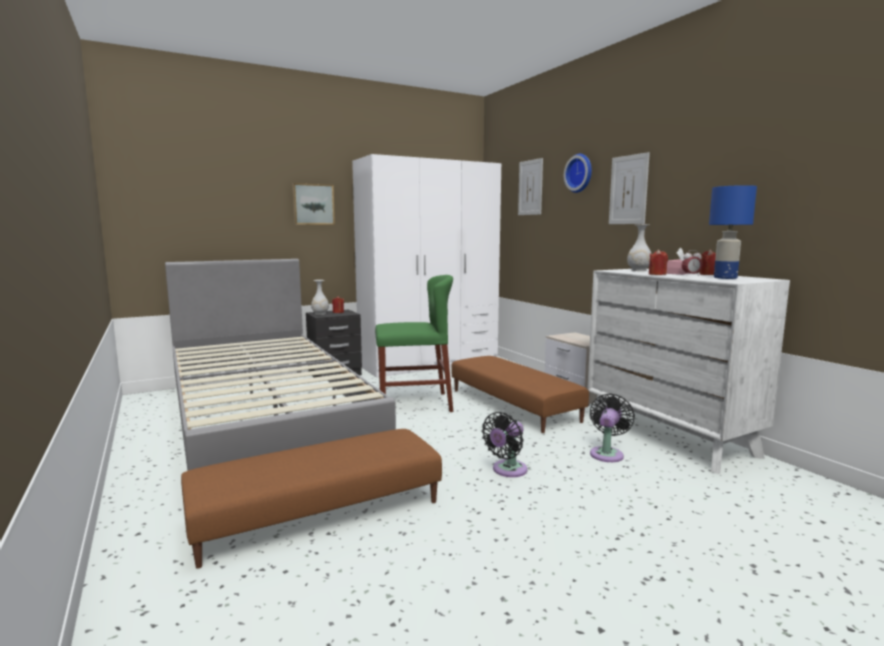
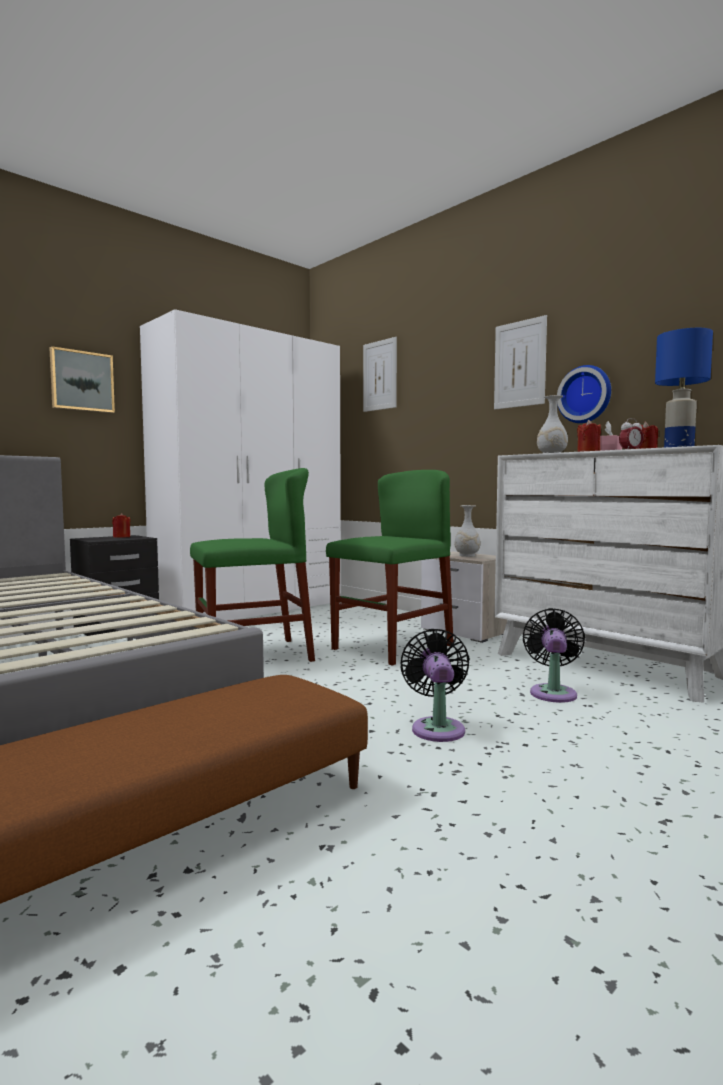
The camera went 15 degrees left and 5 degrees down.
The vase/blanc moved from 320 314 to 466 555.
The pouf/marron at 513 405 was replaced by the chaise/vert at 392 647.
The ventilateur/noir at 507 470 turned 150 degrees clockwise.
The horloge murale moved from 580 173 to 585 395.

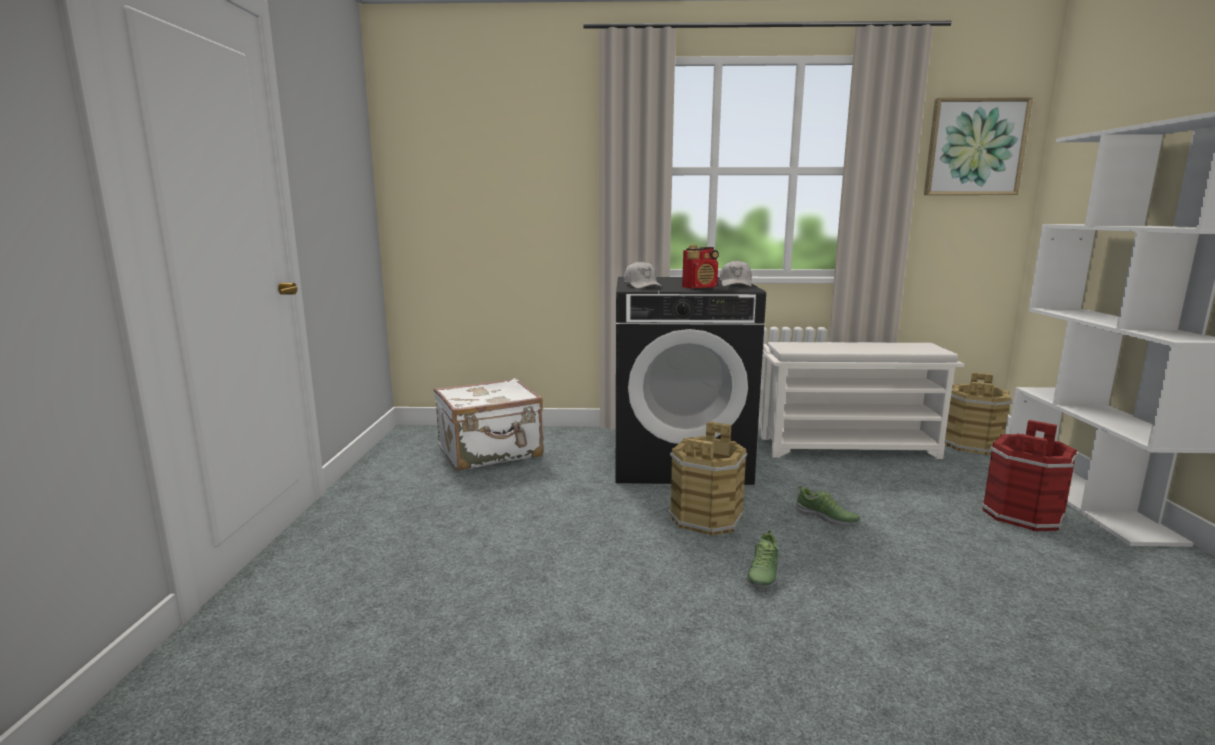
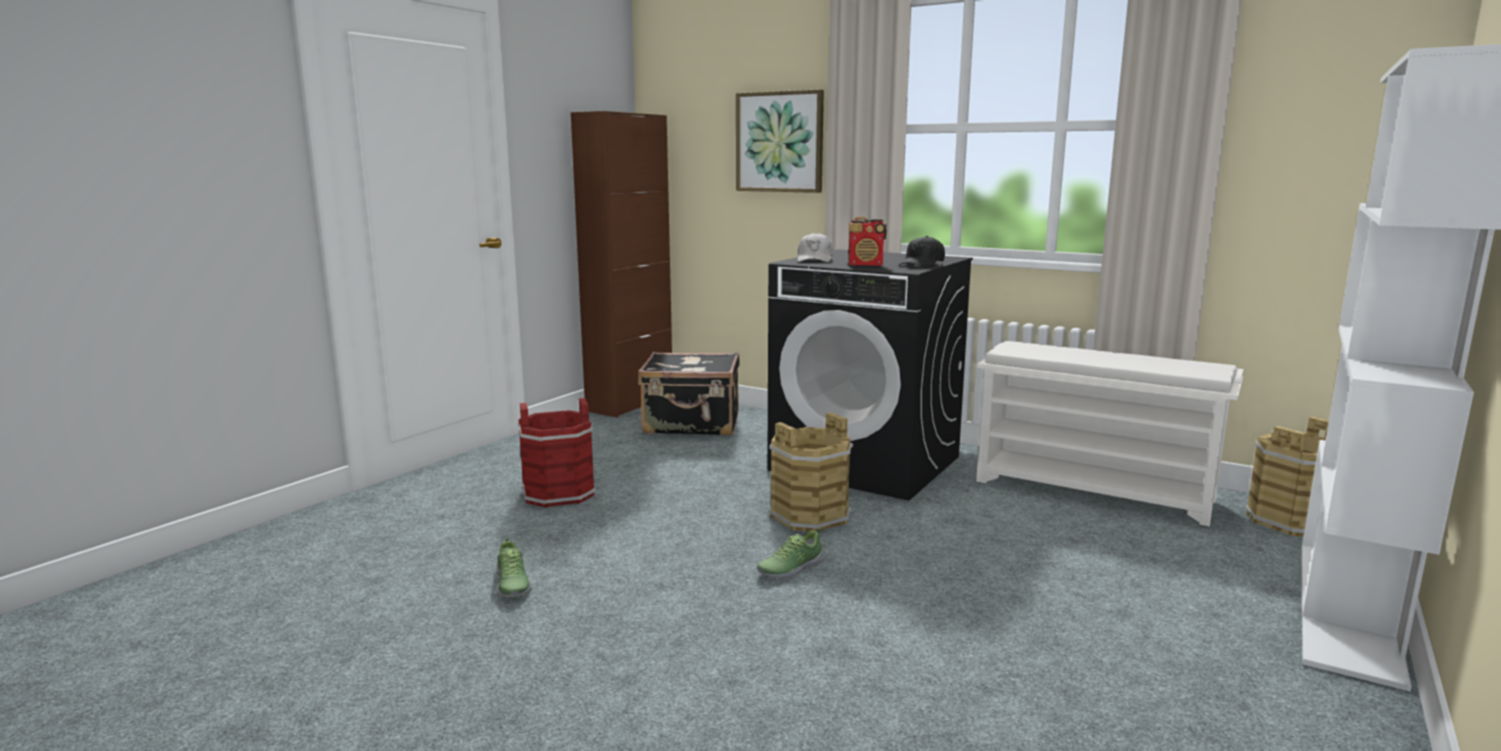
The camera went 30 degrees right and 0 degrees up.
The valise/blanc at 491 452 became the valise/noir at 692 424.
The casquette/blanc at 736 284 became the casquette/noir at 922 264.
The chaussure moved from 826 517 to 512 584.
The tableau moved from 975 147 to 780 142.
The seau/rouge moved from 1023 514 to 559 493.
The meuble de rangement/marron at 630 403 appeared.

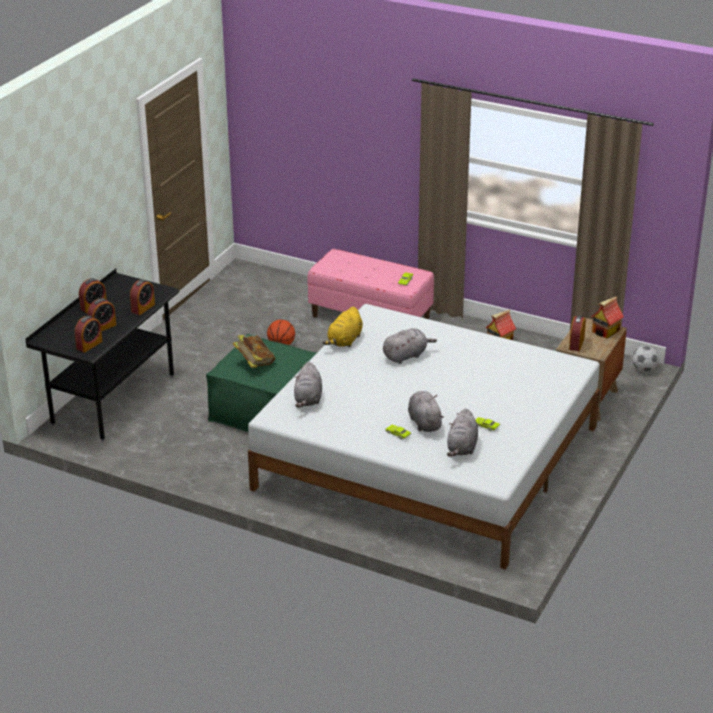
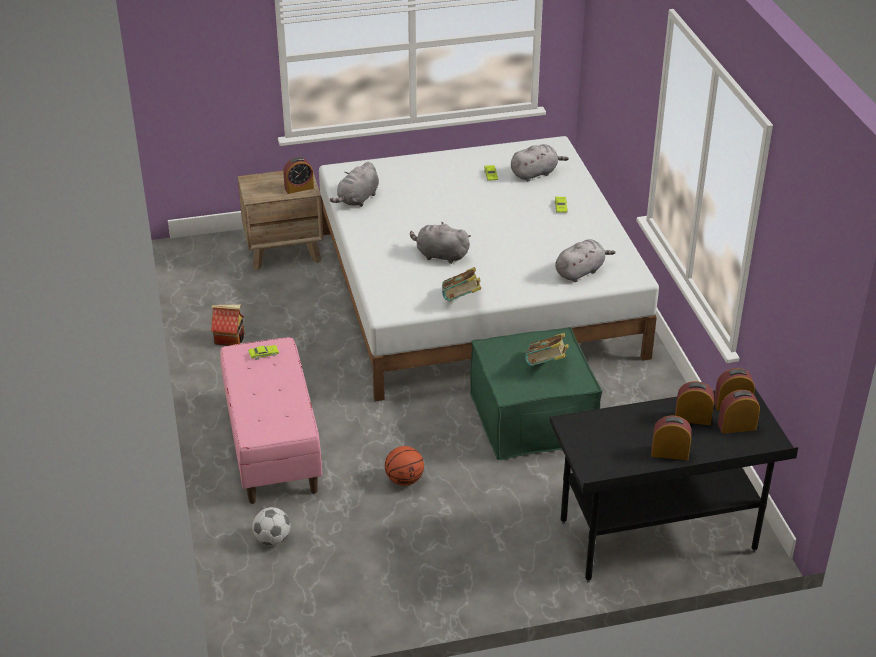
The camera went 130 degrees left and 5 degrees up.
The réveil moved from 143 308 to 737 426.
The peluche/jaune at 344 341 was replaced by the livre at 461 300.
The peluche/gris moved from 424 422 to 357 199.
The maison miniature at 605 331 disappeared.
The ballon de foot moved from 644 369 to 272 539.

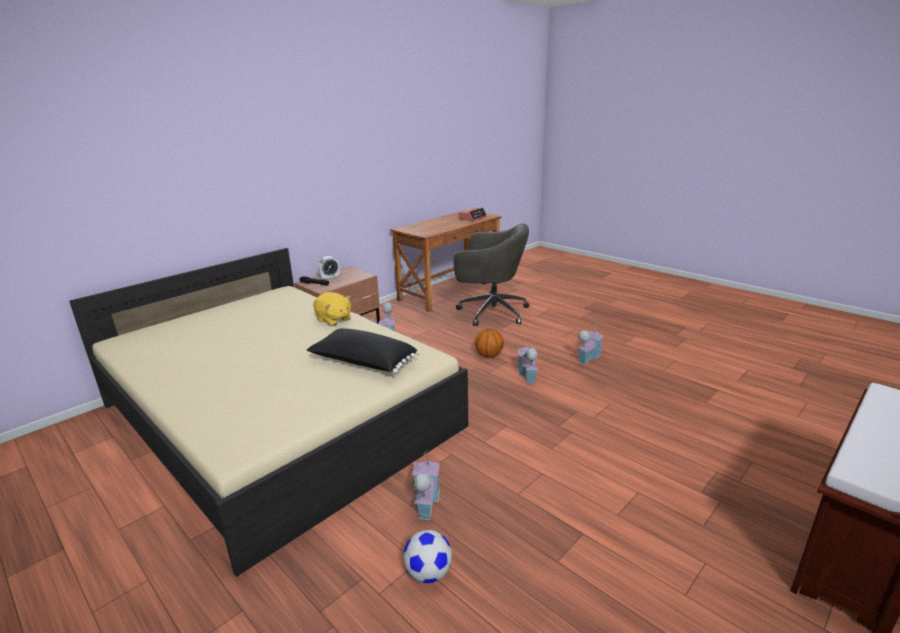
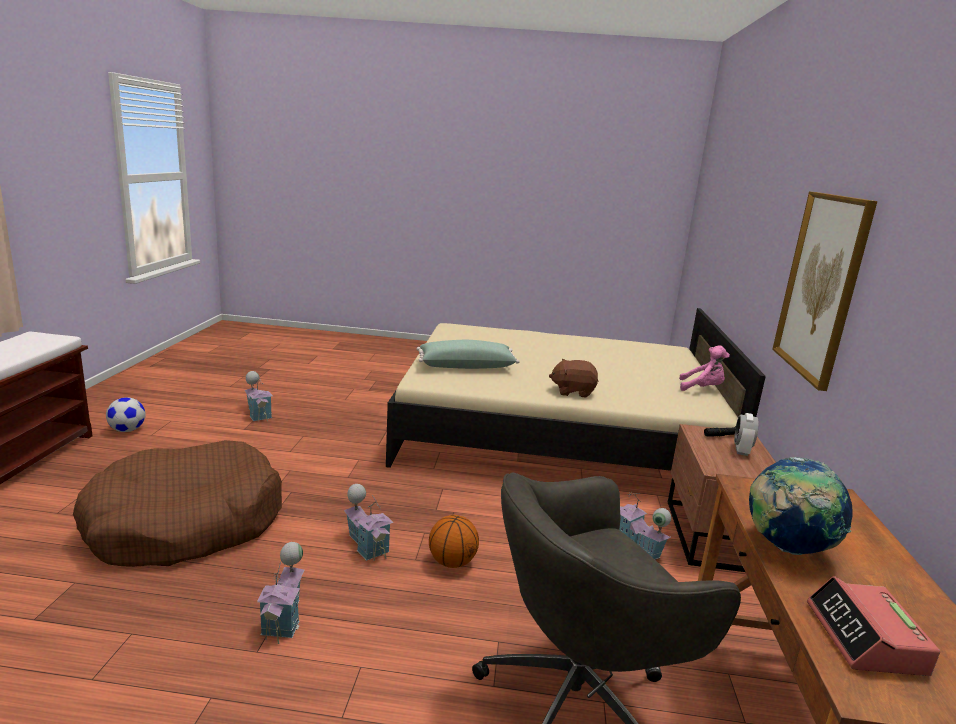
The camera went 140 degrees right and 5 degrees down.
The coussin/noir at 363 363 became the coussin/vert at 466 366.
The peluche/jaune at 333 320 became the peluche/marron at 573 391.
The ballon de foot moved from 428 573 to 127 430.
The maison miniature moved from 425 502 to 258 414.
The panier pour chien/marron at 185 523 appeared.
The peluche/rose at 702 389 appeared.
The globe at 786 548 appeared.
The tableau at 821 286 appeared.

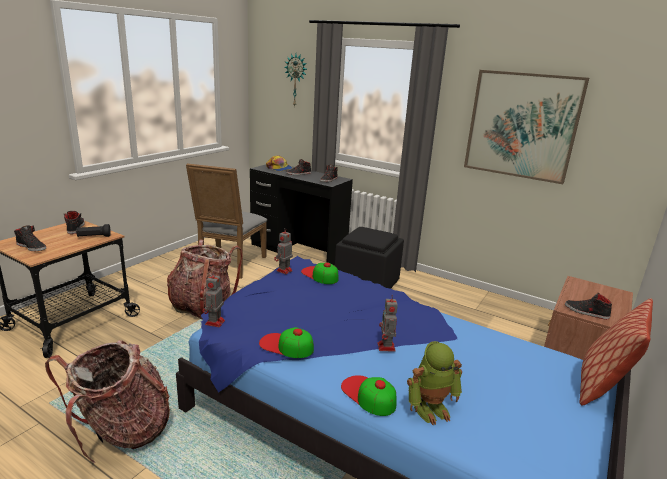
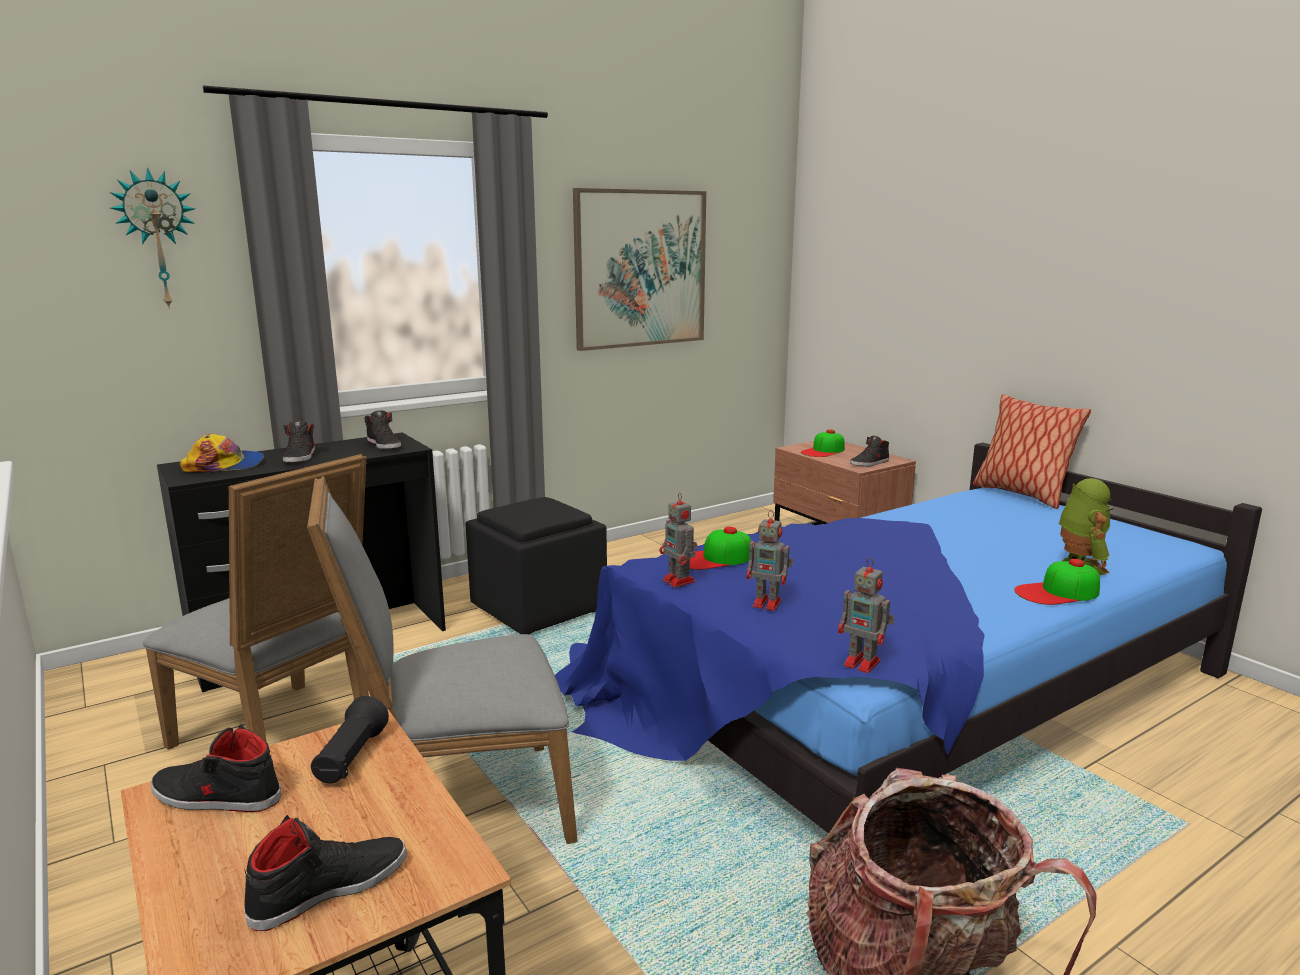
The camera went 65 degrees left and 5 degrees down.
The sac à dos at 203 306 was replaced by the chaise/gris at 461 809.
The casquette moved from 286 345 to 823 451.
The robot jouet moved from 386 347 to 768 604.

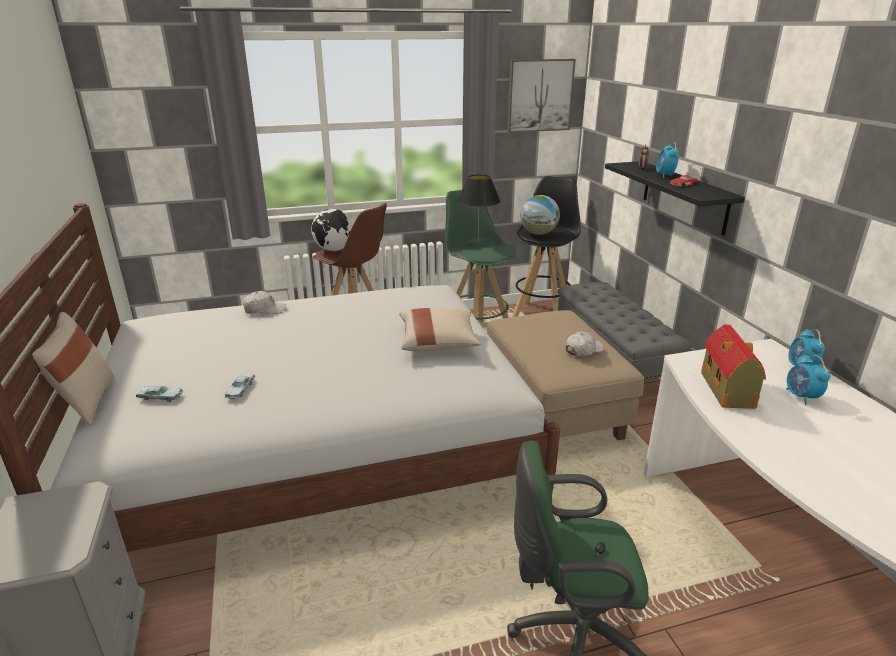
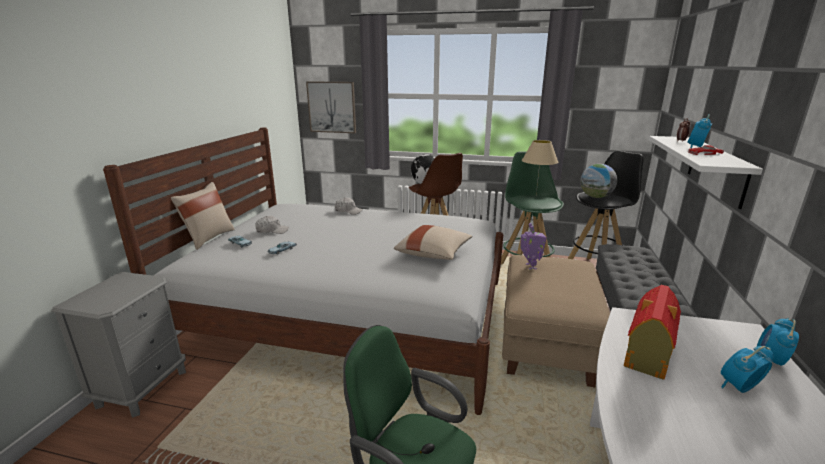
The camera went 30 degrees right and 5 degrees down.
The lampe de table/noir at 478 244 became the lampe de table/beige at 536 196.
The tableau moved from 539 95 to 332 107.
The casquette/blanc moved from 583 350 to 272 230.
The étagère/noir at 684 196 became the étagère/blanc at 716 169.
The réveil at 801 397 turned 45 degrees clockwise.
The robot jouet at 530 266 appeared.

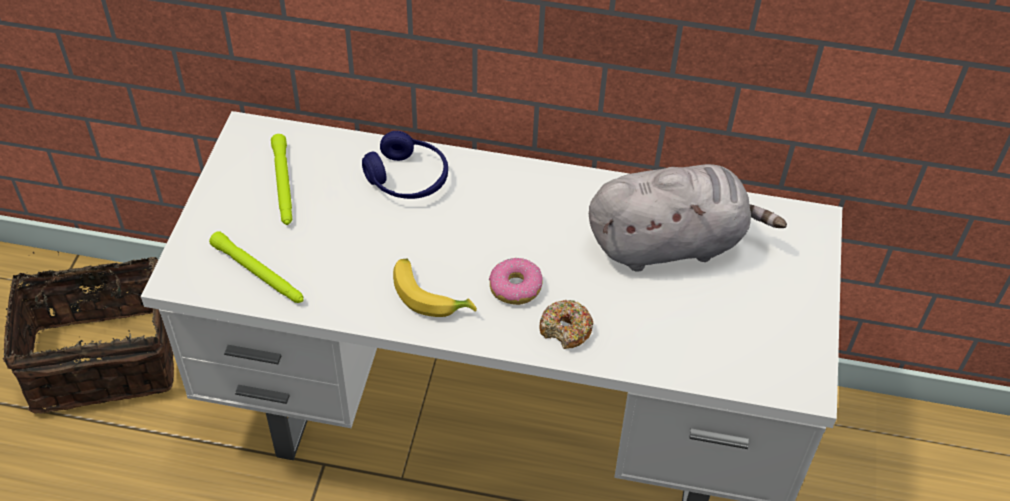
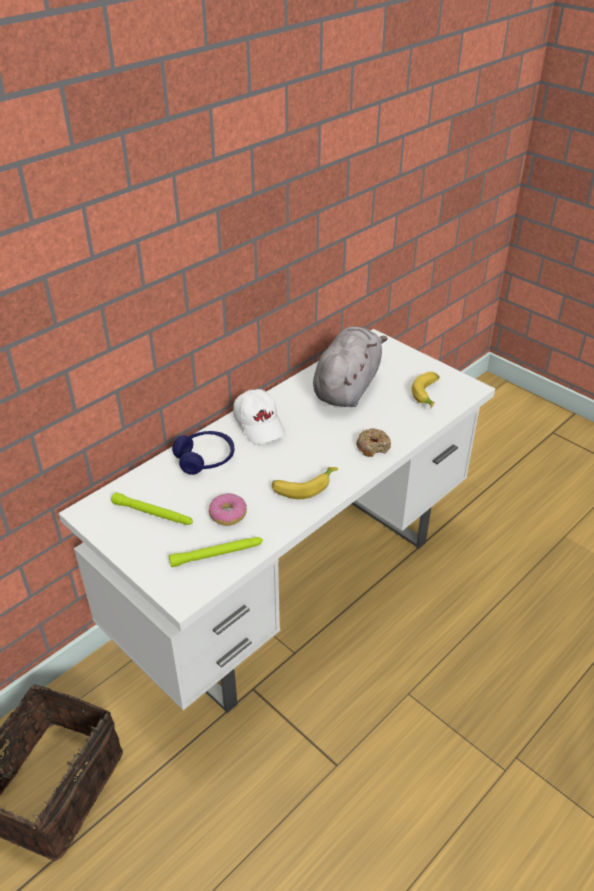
The camera went 55 degrees left and 10 degrees down.
The beignet moved from 515 287 to 227 514.
The casquette/blanc at 260 424 appeared.
The banane at 429 395 appeared.

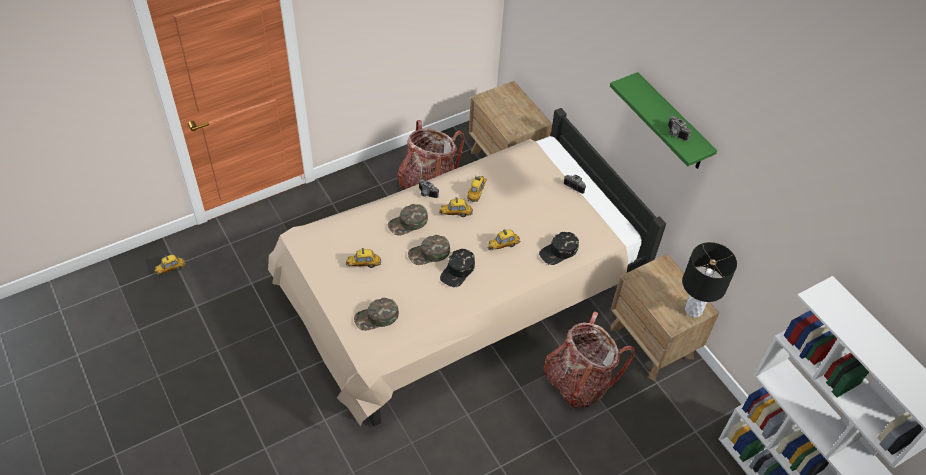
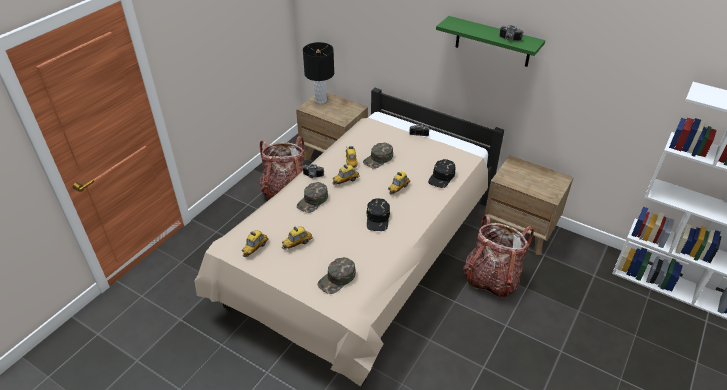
The camera went 25 degrees left and 10 degrees down.
The petite voiture moved from 170 269 to 255 248.
The casquette/vert moved from 429 253 to 378 159.
The lampe de table/noir moved from 693 310 to 321 100.

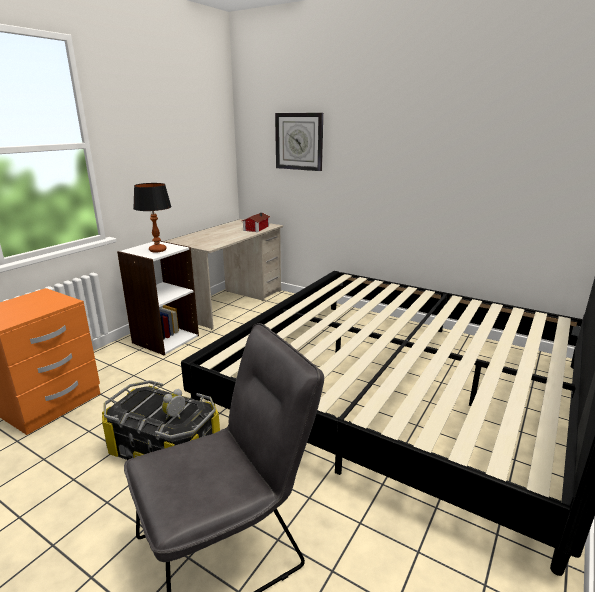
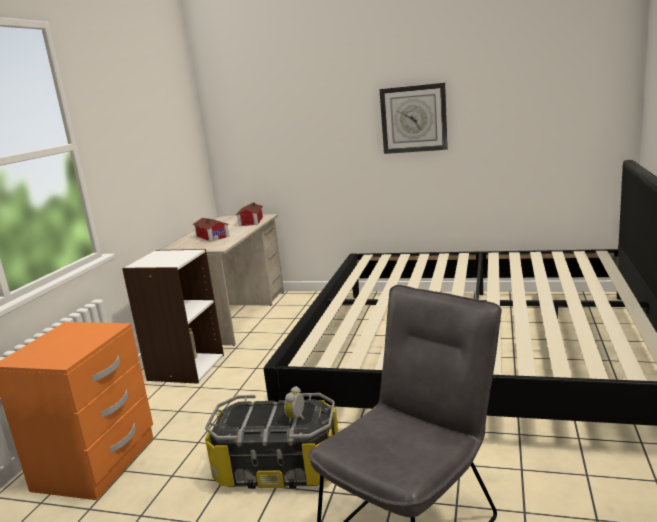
The camera went 15 degrees left and 5 degrees down.
The lampe de table at 157 250 disappeared.
The horloge murale moved from 299 141 to 413 119.
The maison miniature at 212 236 appeared.

